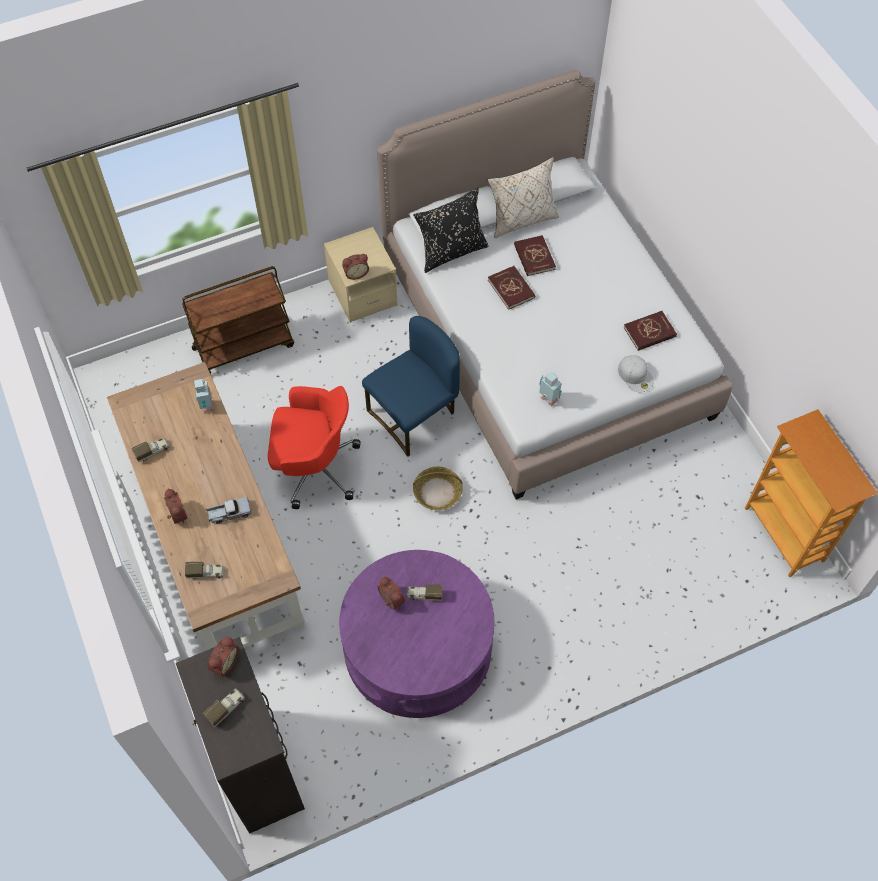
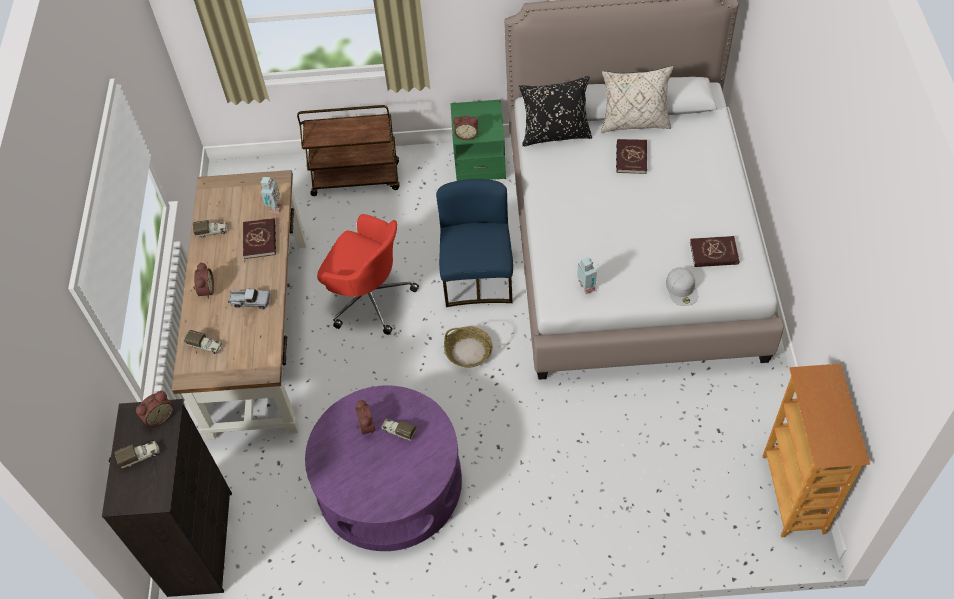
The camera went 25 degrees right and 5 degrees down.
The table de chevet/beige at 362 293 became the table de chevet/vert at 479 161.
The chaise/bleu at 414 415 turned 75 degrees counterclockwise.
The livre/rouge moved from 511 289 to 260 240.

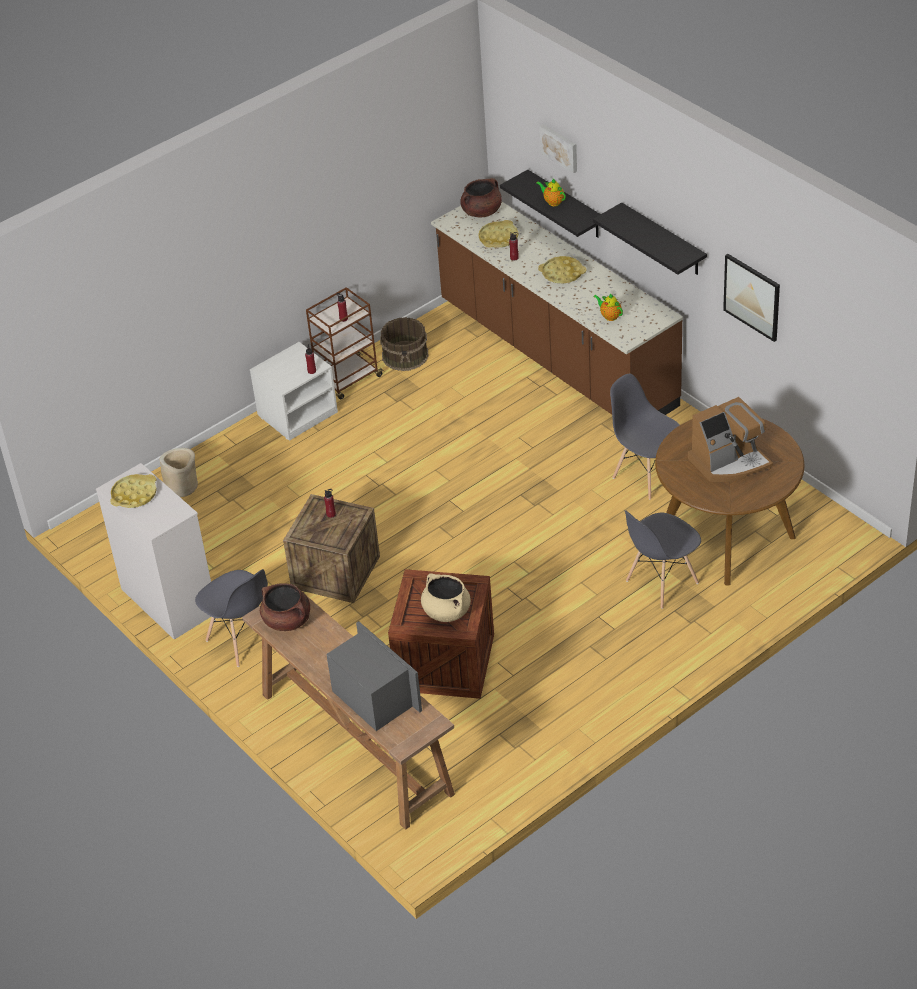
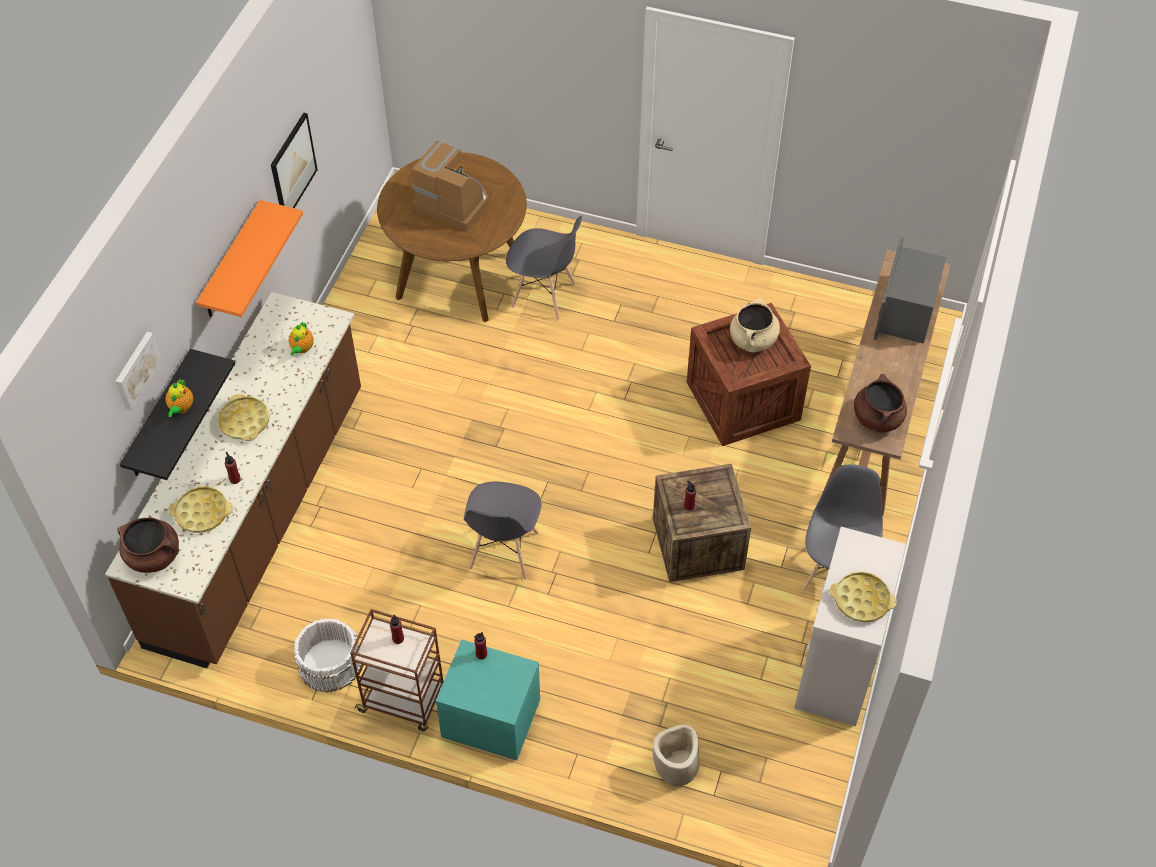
The camera went 125 degrees left and 10 degrees up.
The table de chevet/blanc at 297 413 became the table de chevet/turquoise at 490 719.
The seau/marron at 405 355 became the seau/blanc at 329 663.
The étagère/noir at 663 240 became the étagère/orange at 231 262.
The chaise/gris moved from 646 475 to 504 551.

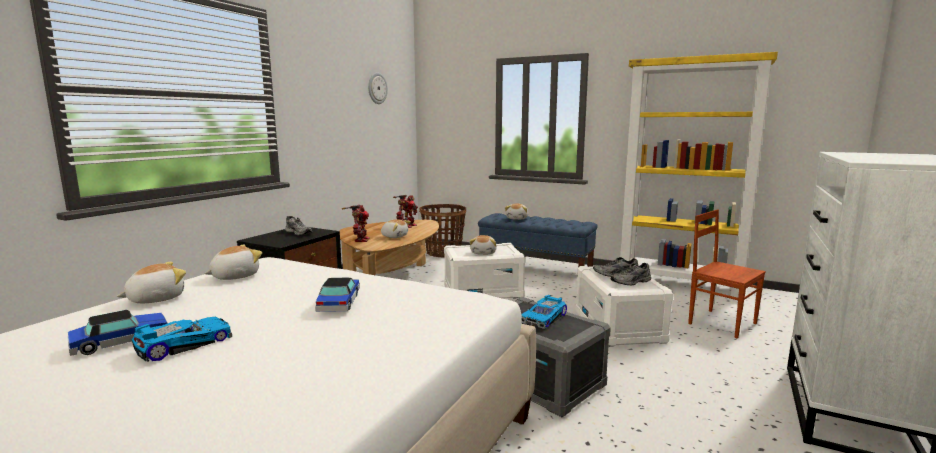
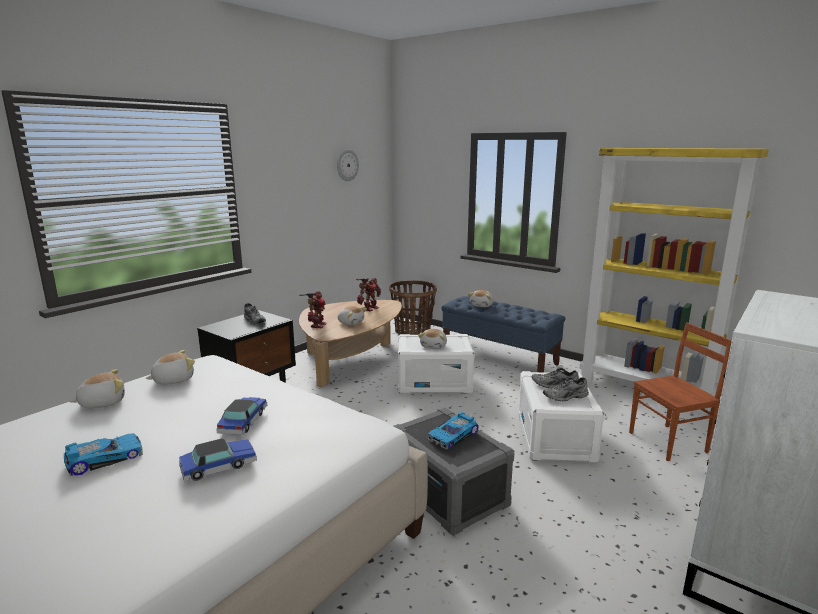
The camera went 10 degrees right and 5 degrees up.
The petite voiture moved from 121 341 to 218 466.
The chaise/marron at 721 323 turned 105 degrees clockwise.

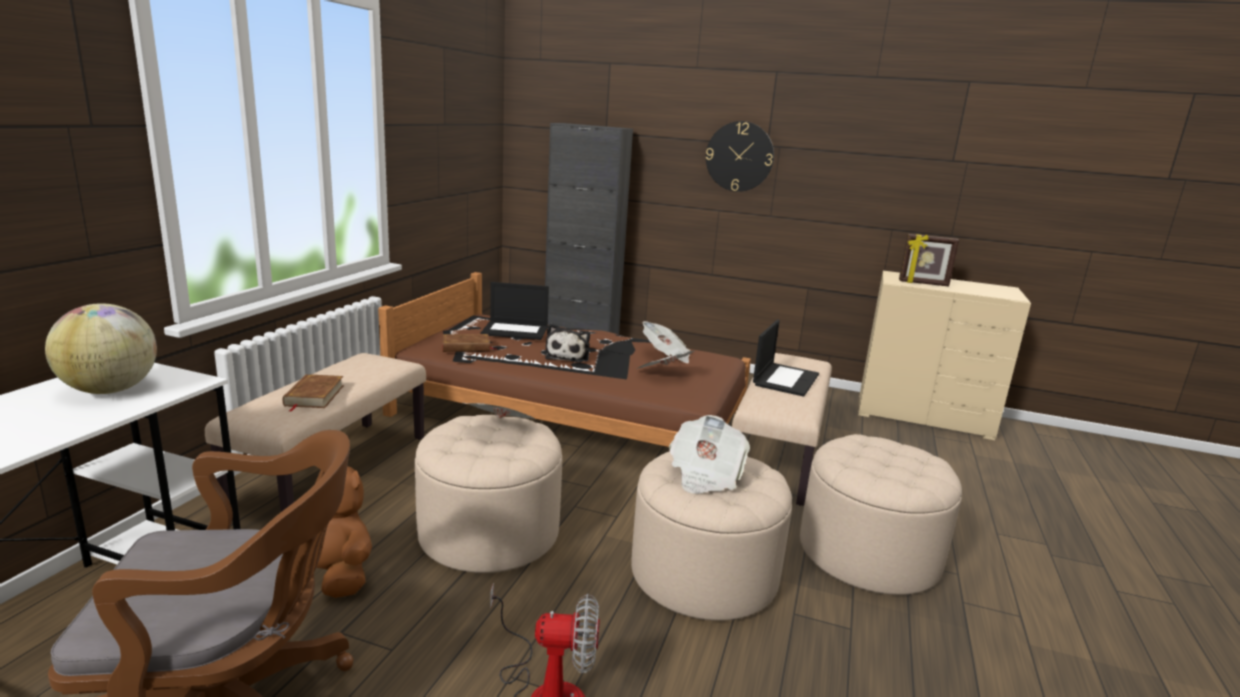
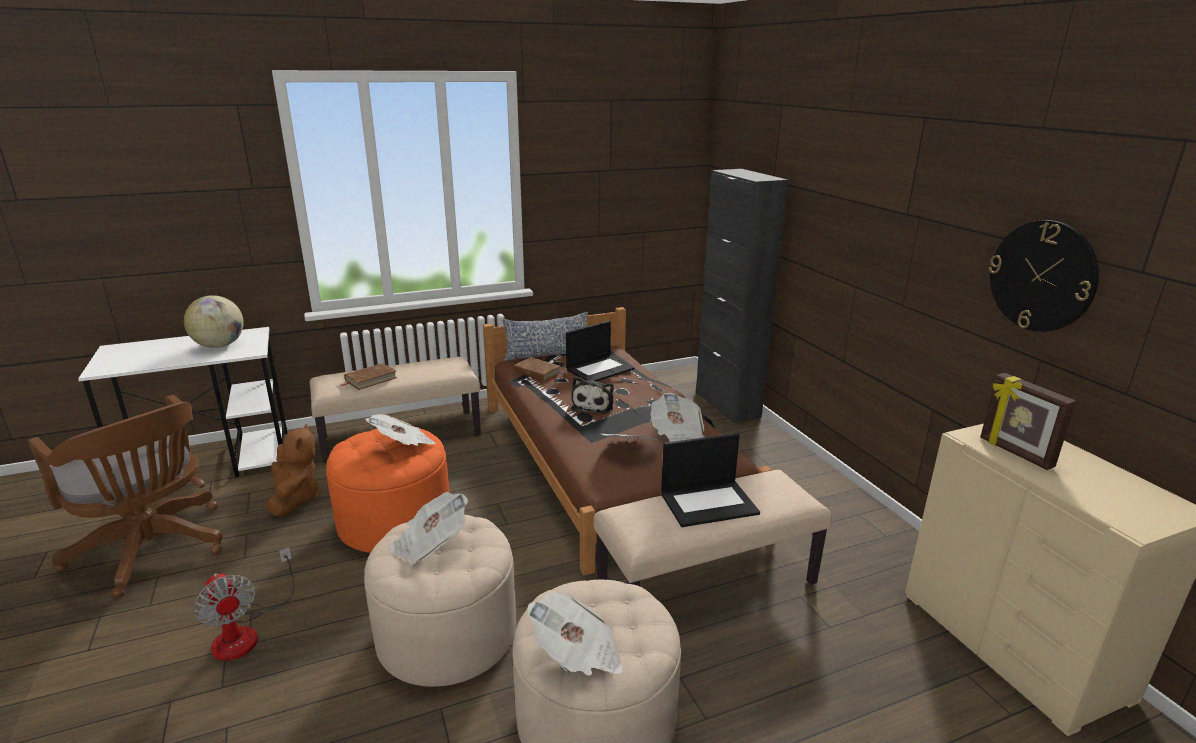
The camera went 50 degrees right and 5 degrees up.
The pouf/beige at 489 533 became the pouf/orange at 395 520.
The ordinateur portable at 516 330 turned 90 degrees counterclockwise.
The peluche at 568 356 turned 45 degrees counterclockwise.
The horloge murale moved from 739 156 to 1042 276.
The coussin at 547 354 appeared.
The journal at 577 655 appeared.

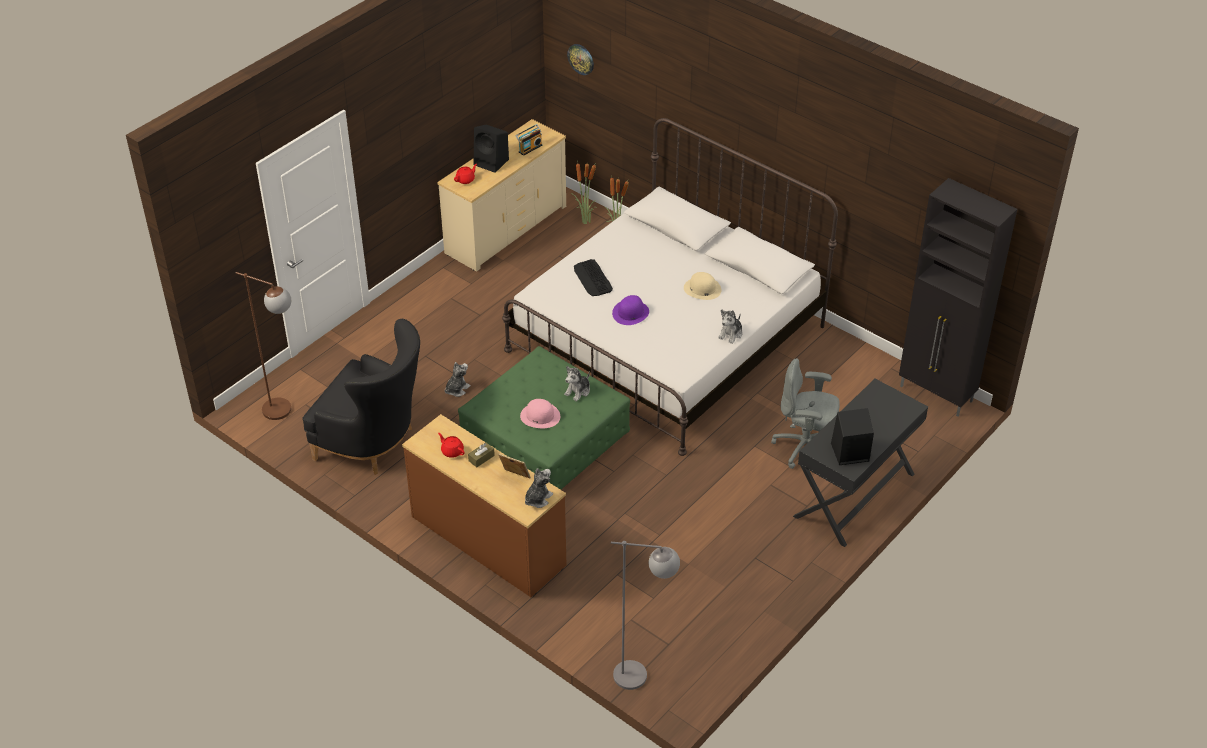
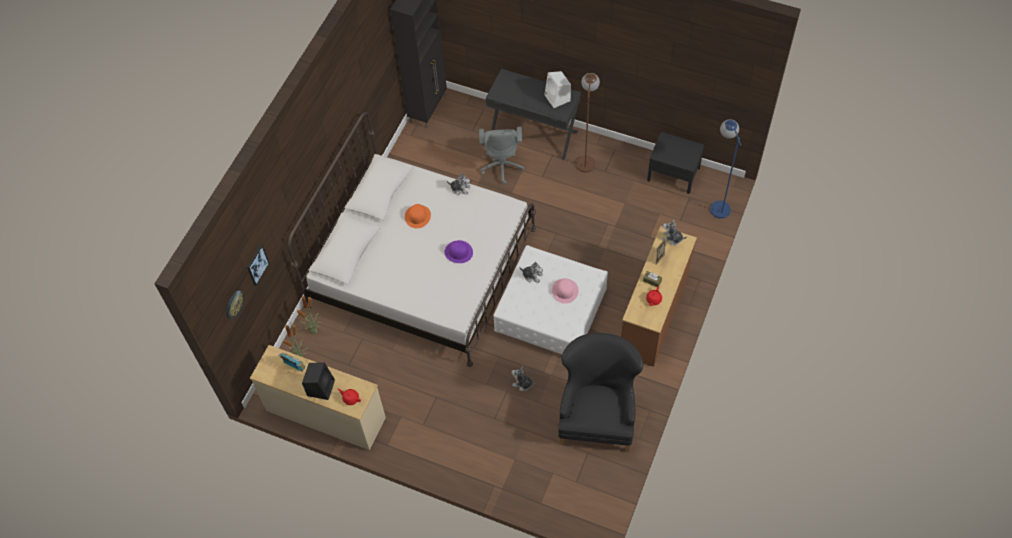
The camera went 105 degrees left and 15 degrees up.
The lampadaire/marron moved from 286 412 to 586 158.
The pouf/vert at 546 439 became the pouf/blanc at 550 310.
The clavier at 592 278 disappeared.
The lampadaire/gris at 642 676 became the lampadaire/bleu at 718 204.
The chapeau/beige at 702 289 became the chapeau/orange at 417 216.
The enceinte/noir at 849 453 became the enceinte/blanc at 558 98.
The tableau at 257 264 appeared.
The table de chevet/noir at 673 174 appeared.

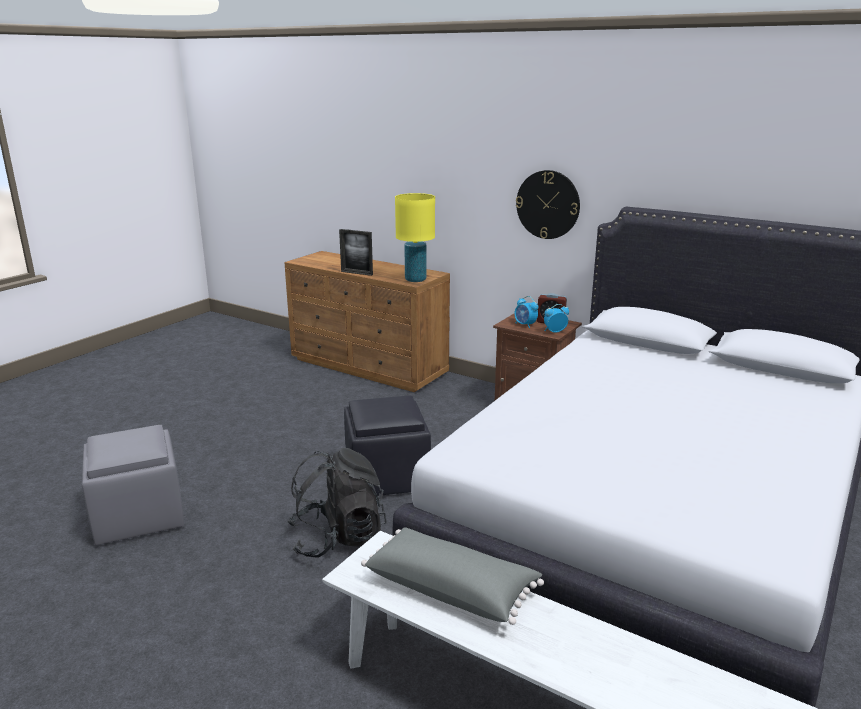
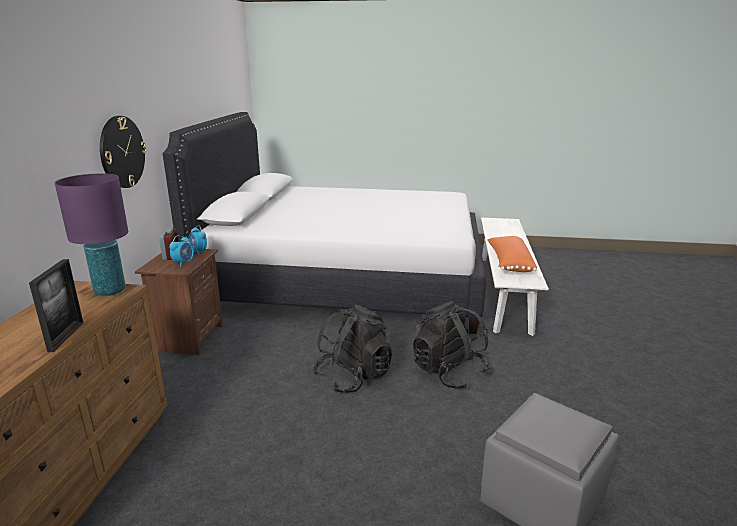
The camera went 115 degrees left and 0 degrees up.
The pouf/noir at 387 476 was replaced by the sac à dos/noir at 354 376.
The coussin/gris at 451 588 became the coussin/orange at 509 263.
The lampe de table/jaune at 415 280 became the lampe de table/violet at 110 291.

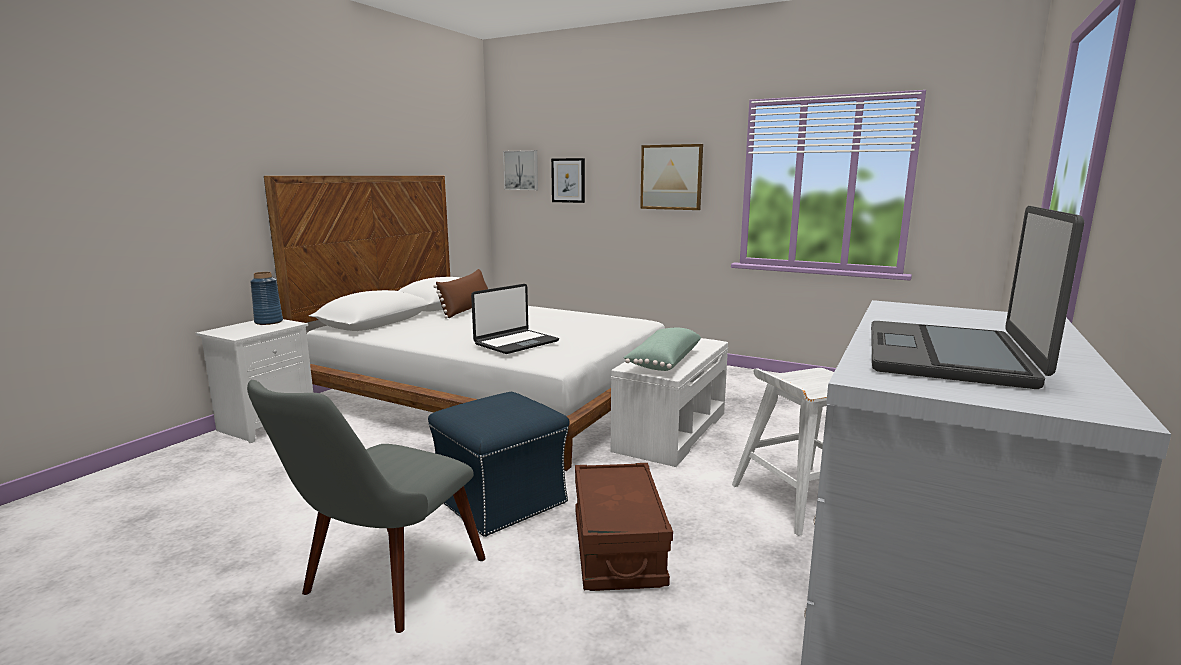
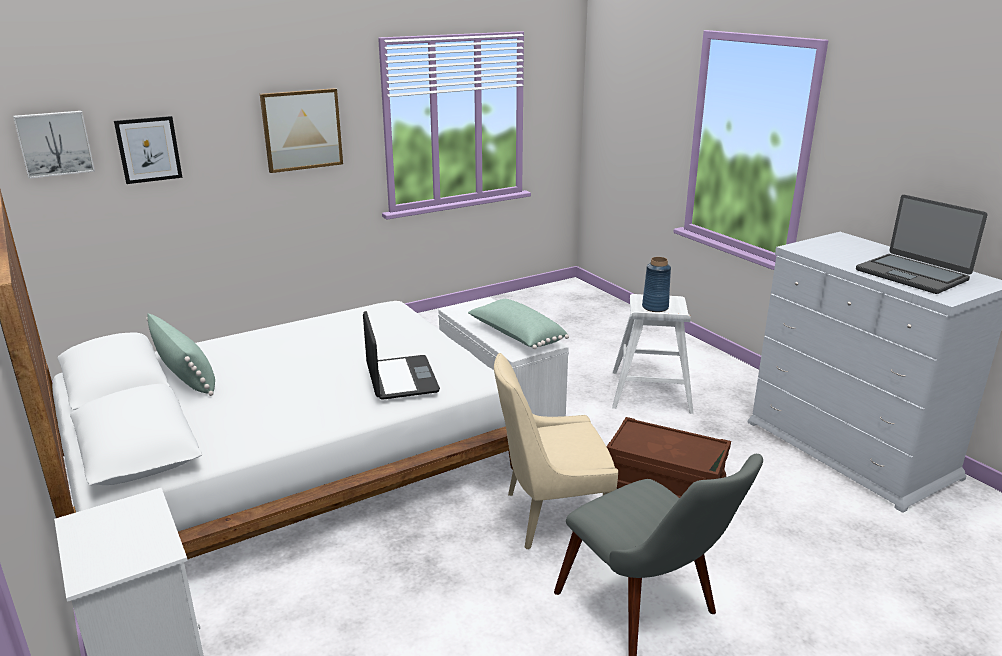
The camera went 60 degrees left and 10 degrees up.
The vase/bleu moved from 268 322 to 655 307.
The pouf/bleu at 502 500 was replaced by the chaise/beige at 550 516.
The coussin/marron at 466 310 became the coussin/vert at 185 375.

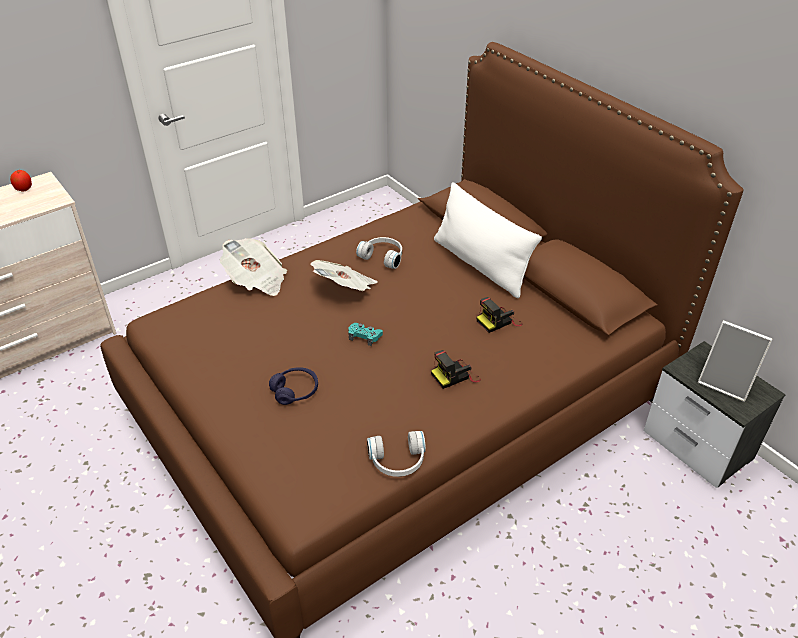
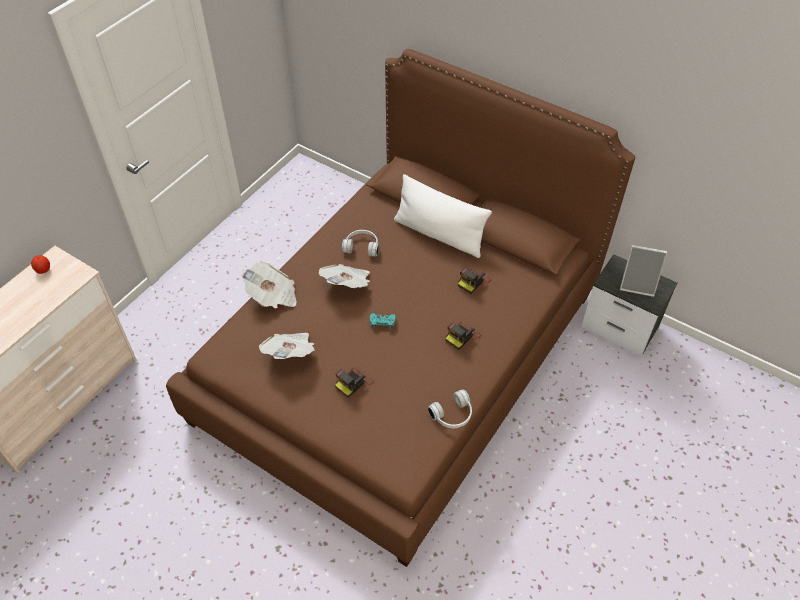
The camera went 20 degrees left and 10 degrees up.
The casque audio/violet at 295 391 was replaced by the appareil photo at 353 383.
The journal at 290 353 appeared.

